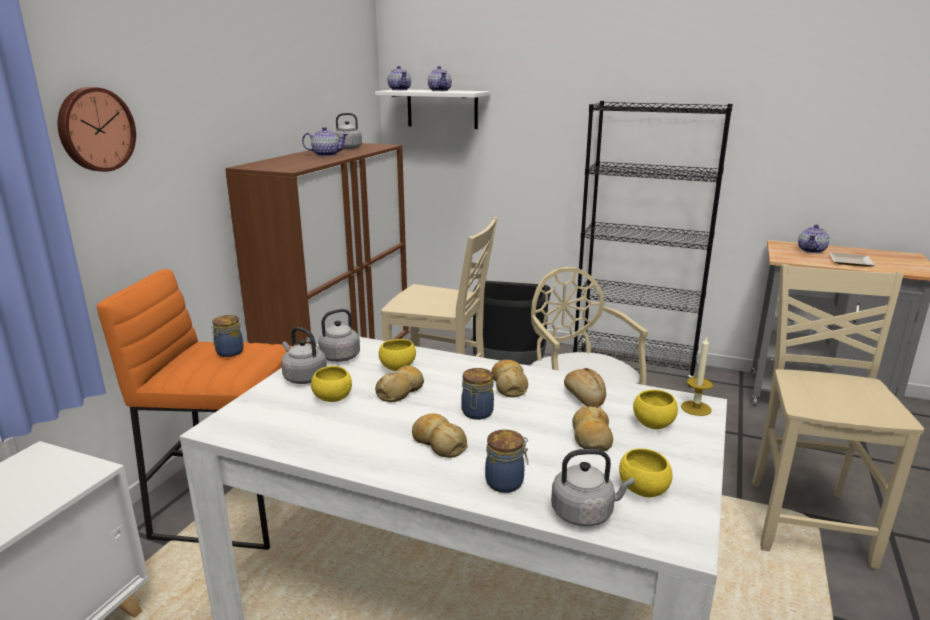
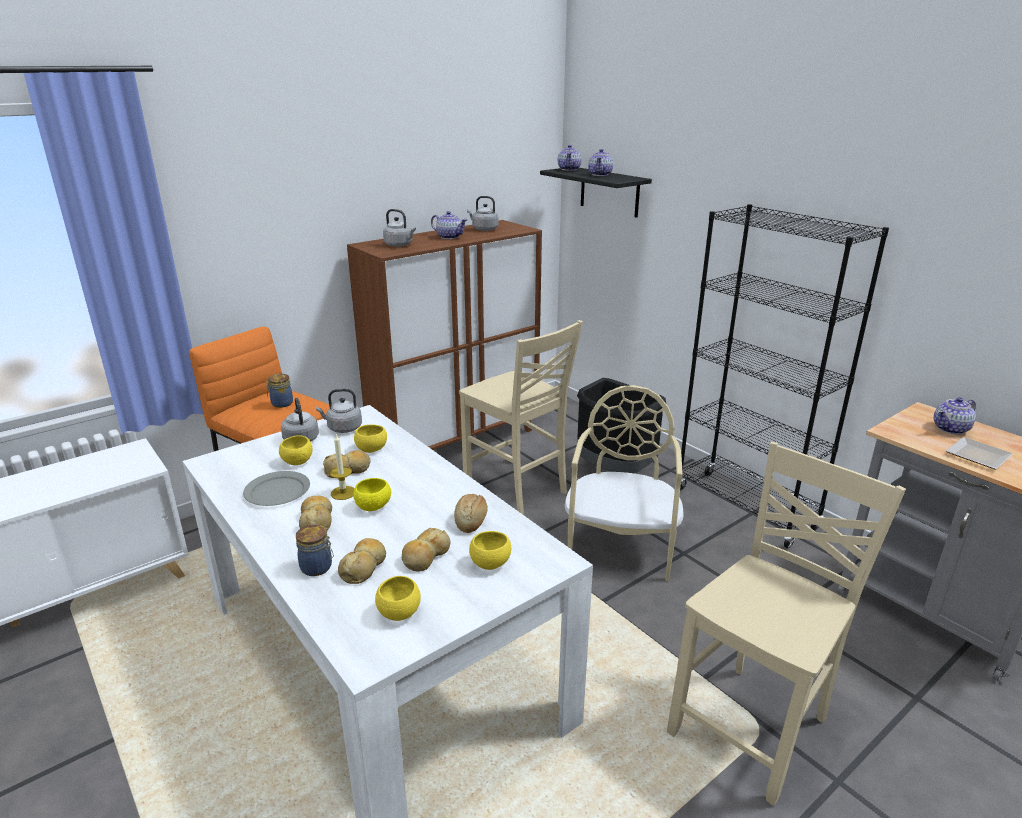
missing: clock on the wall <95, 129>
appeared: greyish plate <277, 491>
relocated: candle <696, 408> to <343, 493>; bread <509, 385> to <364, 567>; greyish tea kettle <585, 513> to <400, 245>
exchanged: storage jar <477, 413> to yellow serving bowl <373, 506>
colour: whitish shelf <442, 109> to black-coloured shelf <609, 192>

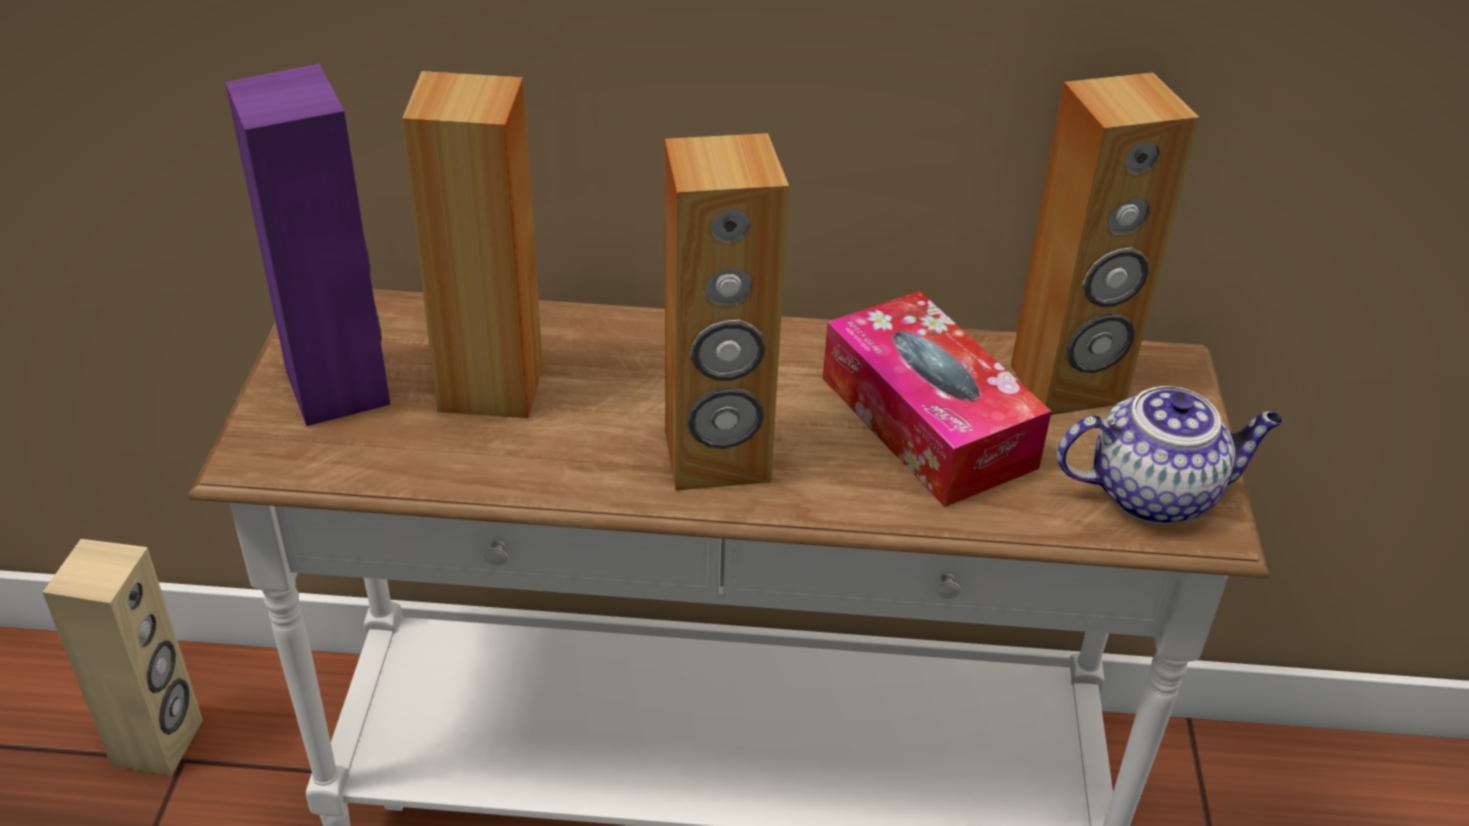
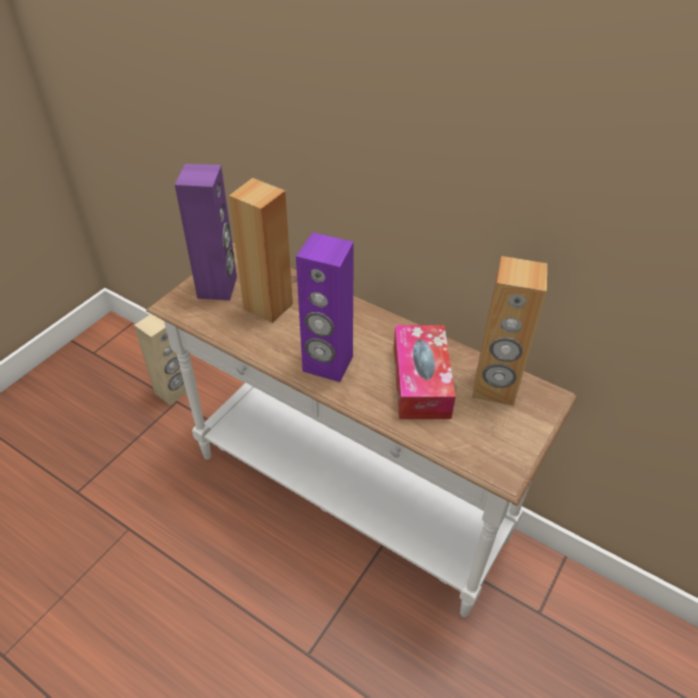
missing: tea pot <1155, 493>
colour: brown speaker <717, 458> to purple speaker <327, 364>

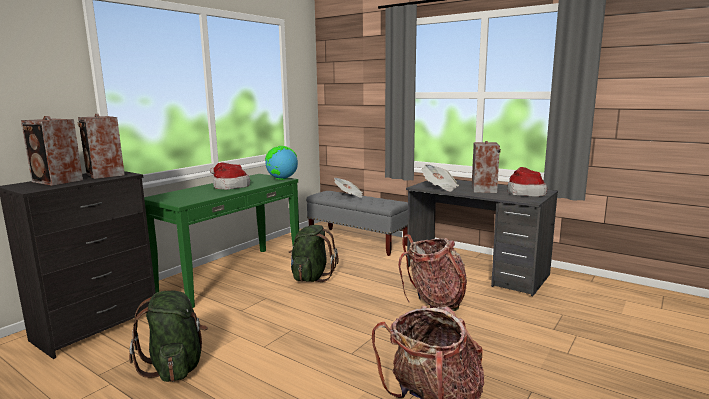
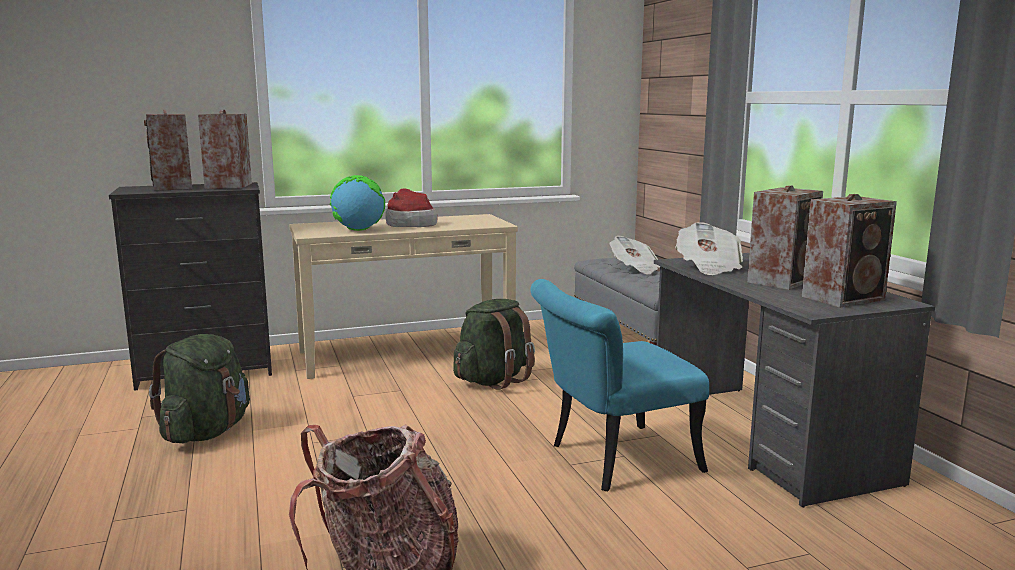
relocated: world globe <282, 179> to <358, 230>
exchanged: rucksack <434, 301> to turquoise-coloured upright chair <611, 460>; hat <524, 193> to speaker <845, 298>
colour: green hall table <231, 275> to sand-coloured hall table <406, 353>

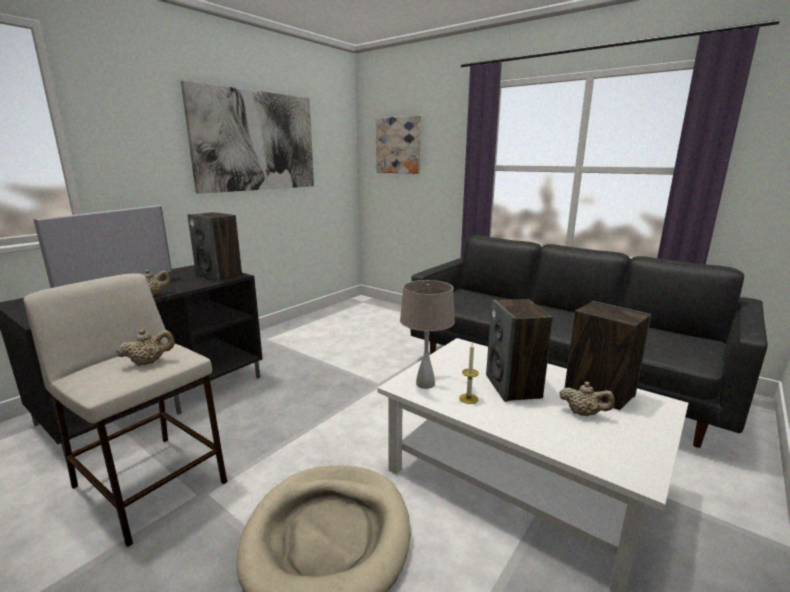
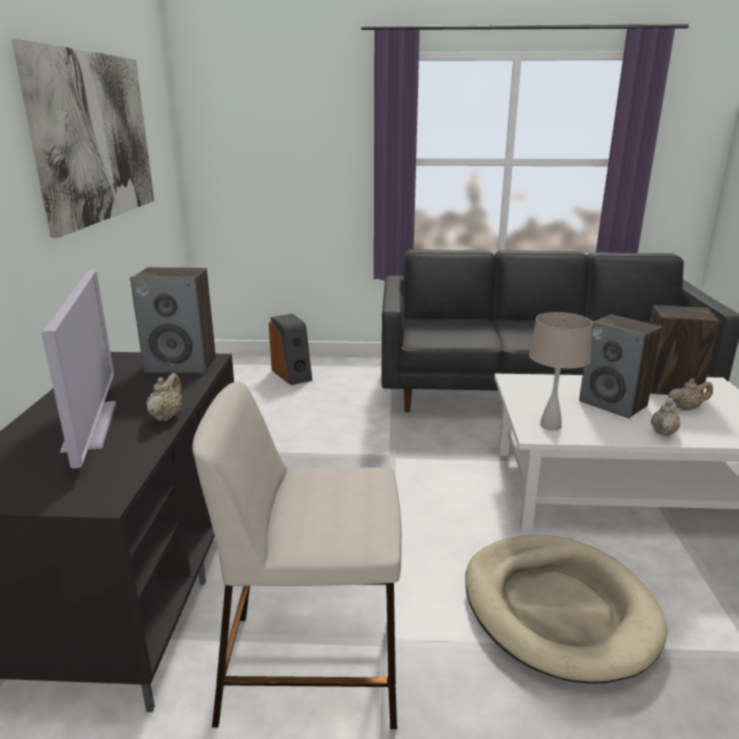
missing: wall picture <398, 145>; candle <468, 398>
appeared: speaker <292, 374>
relocated: sand-coloured tea pot <149, 362> to <663, 432>

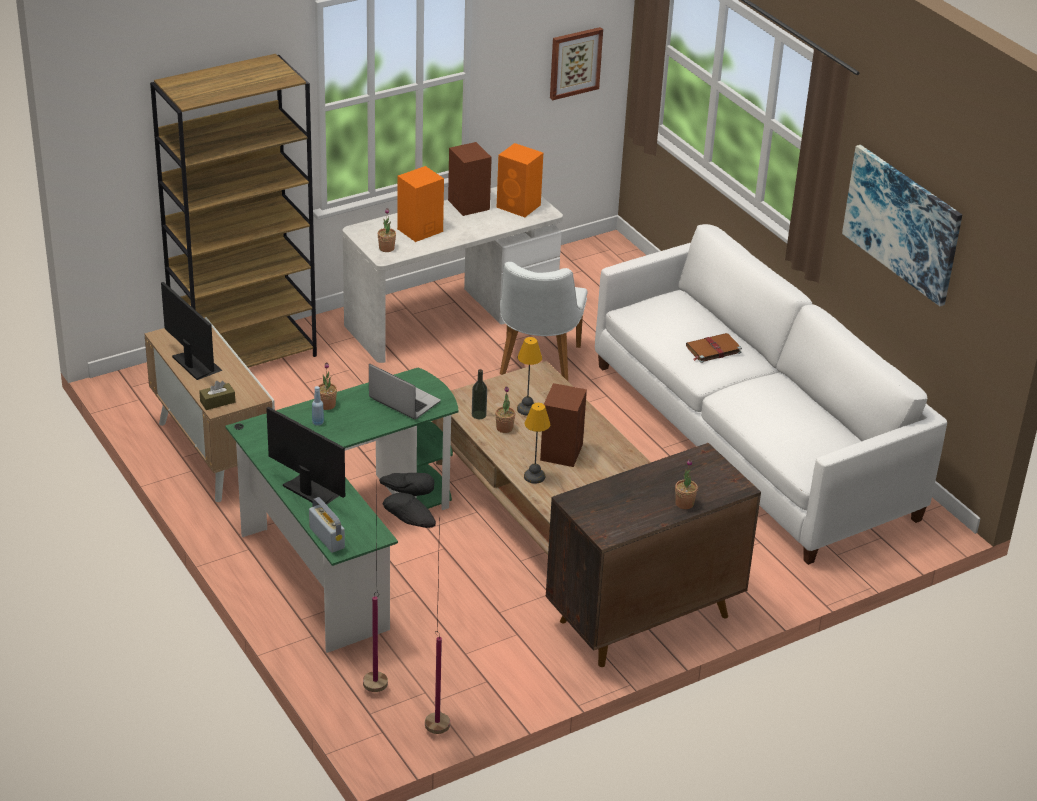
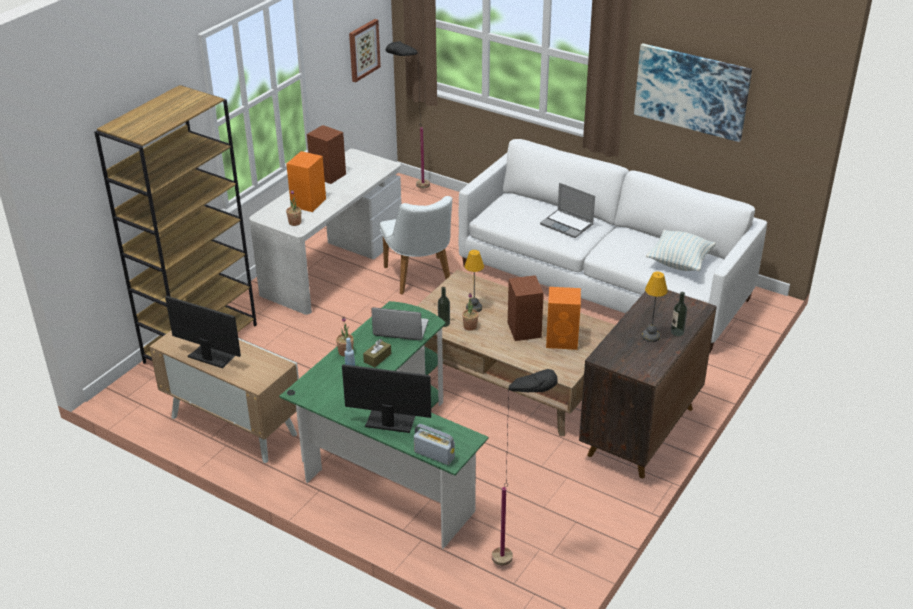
appeared: throw pillow <679, 263>
relocated: brown box of tissues <217, 402> to <377, 358>; black-coloured floor lamp <416, 724> to <411, 189>; orangey speaker <519, 206> to <563, 340>; tabletop lamp <535, 476> to <651, 336>
exchanged: brown book <712, 349> to notebook computer <567, 225>; plant in a pot <684, 503> to bottle <677, 332>

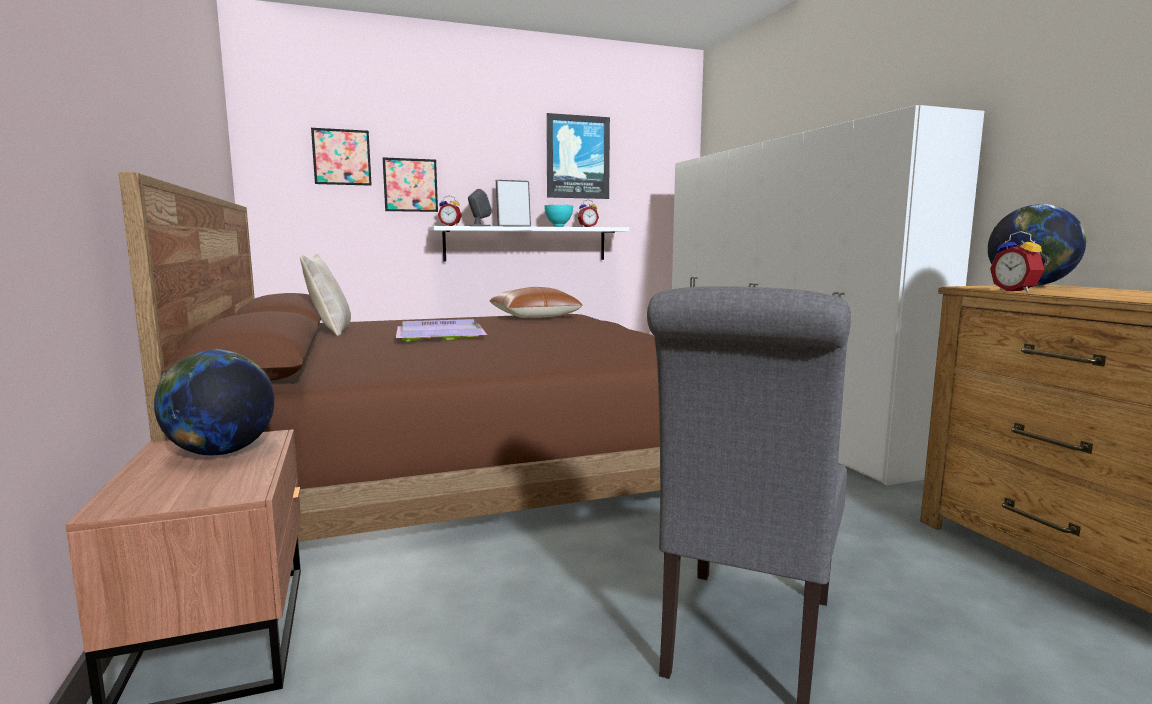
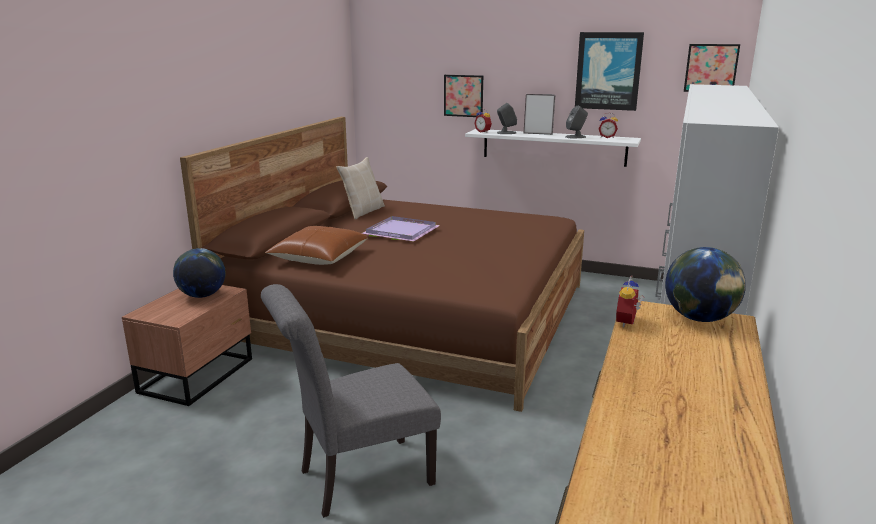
relocated: brown throw pillow <534, 316> to <319, 257>; wall picture <341, 157> to <711, 68>
exchanged: turquoise-coloured serving bowl <559, 226> to greyish speaker <575, 137>

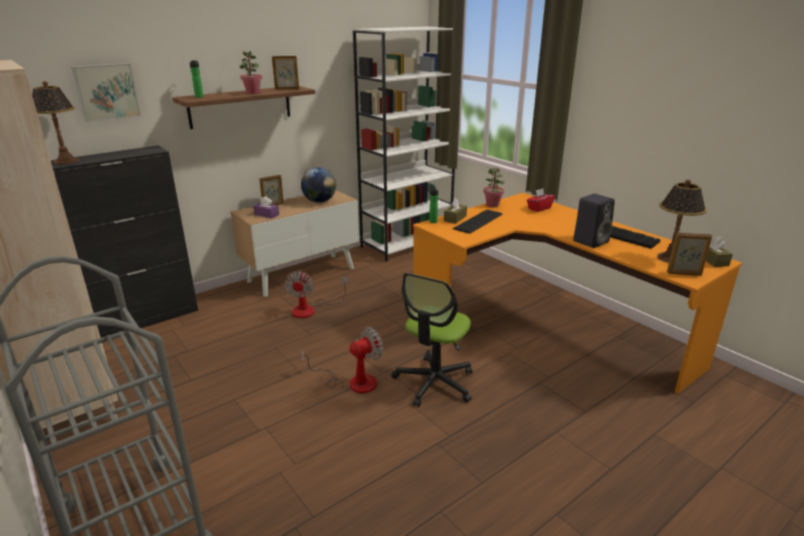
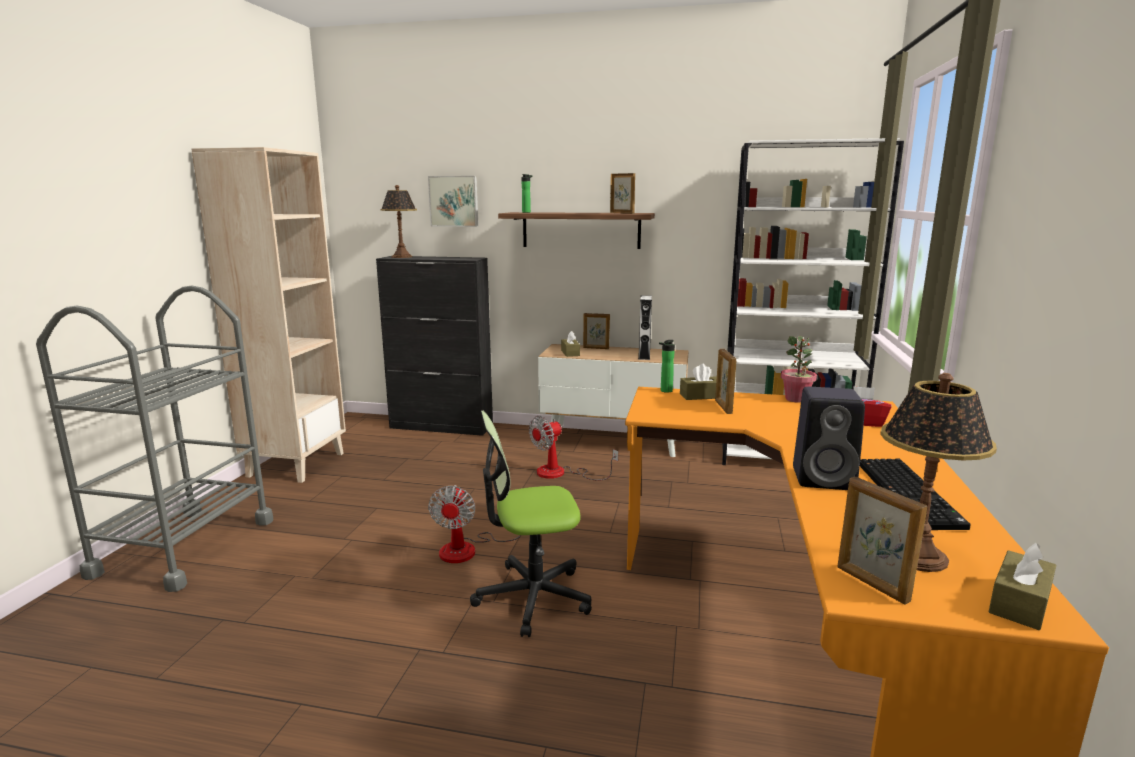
missing: plant in a pot <252, 93>
exchanged: world globe <319, 201> to greyish speaker <644, 356>; keyboard <479, 221> to standing frame <723, 407>
colour: purple box of tissues <266, 214> to brown box of tissues <570, 353>
spun: electric fan <353, 382> = <470, 549> 75 degrees clockwise

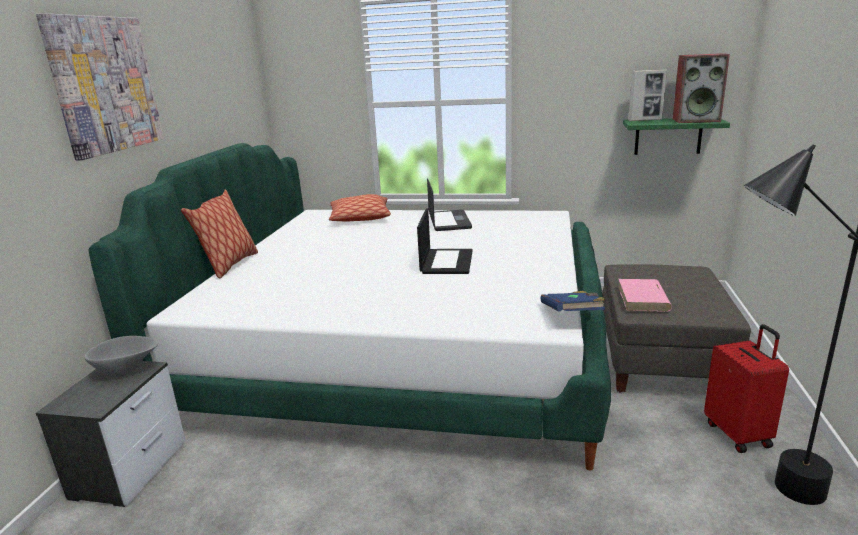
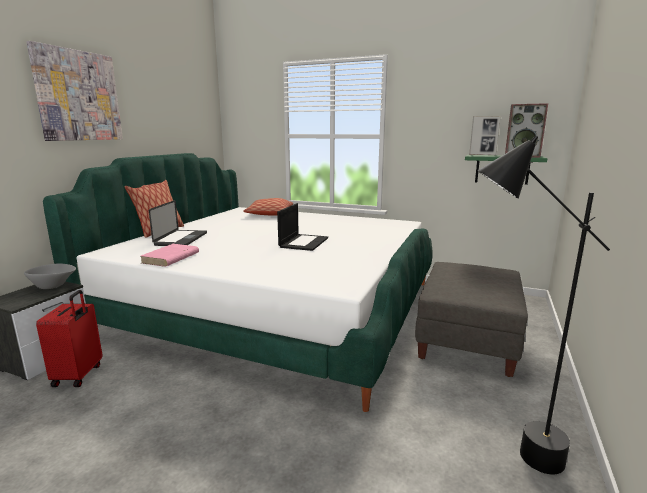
missing: bluish book <572, 315>
relocated: reddish travel case <739, 434> to <79, 375>; pinkish book <643, 299> to <170, 258>; notebook computer <449, 221> to <181, 239>

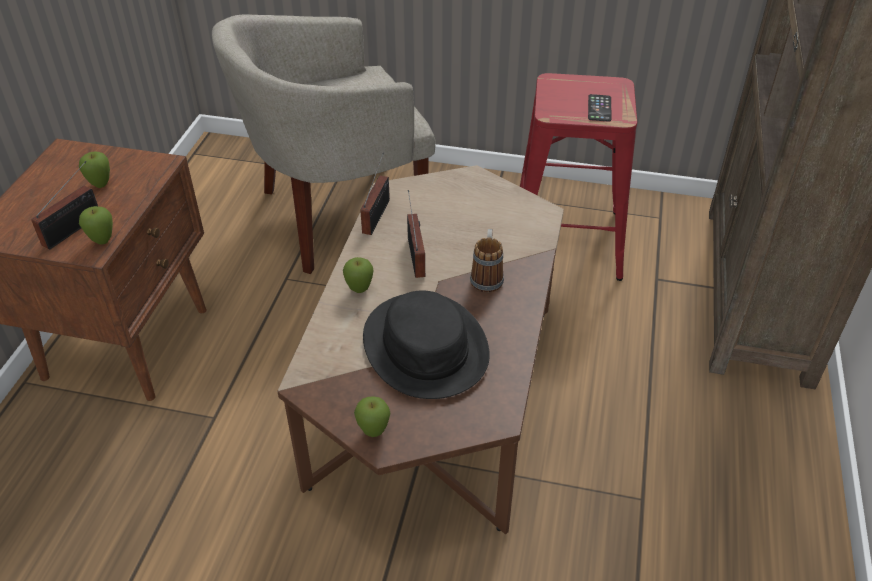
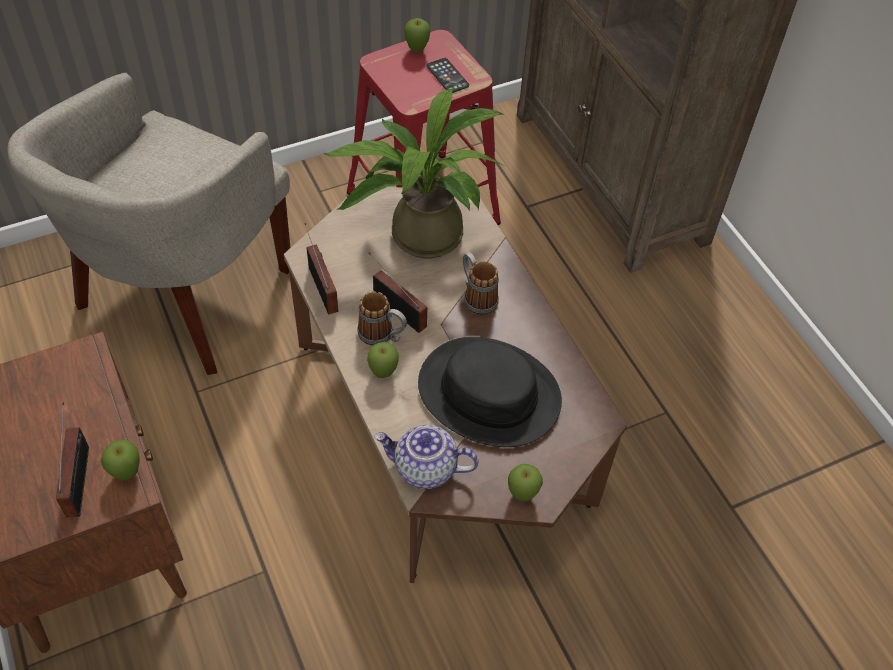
appeared: plant in a pot <417, 233>; mug <382, 336>; tea pot <424, 469>
relocated: whole apple <101, 185> to <417, 50>

